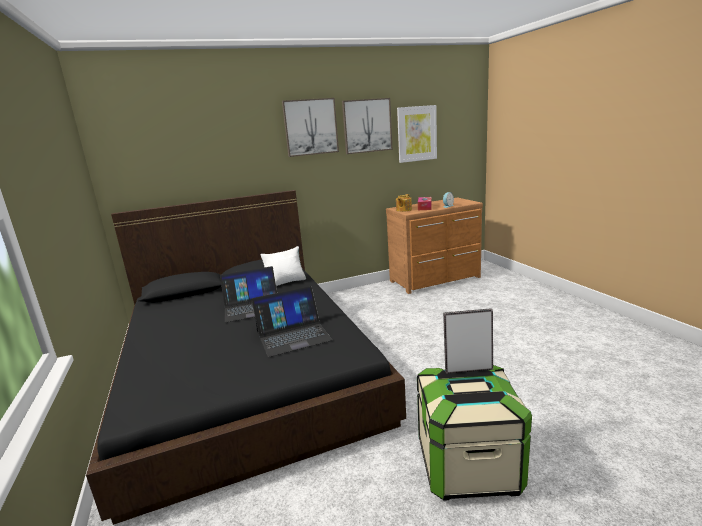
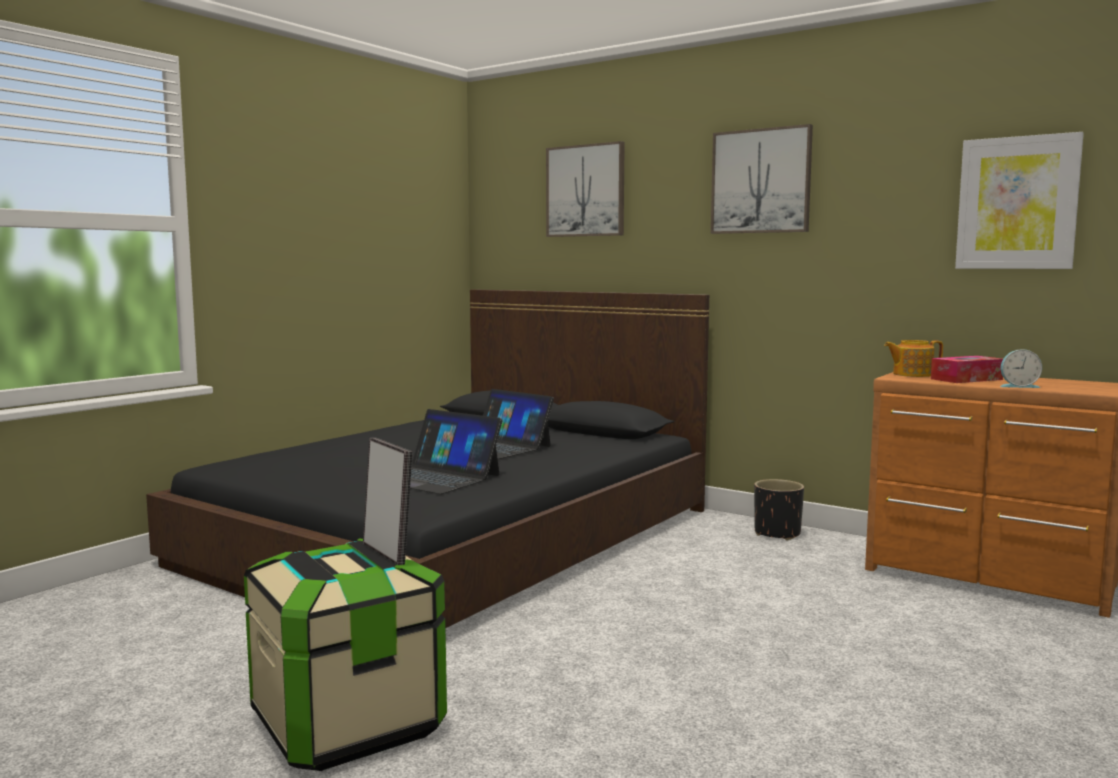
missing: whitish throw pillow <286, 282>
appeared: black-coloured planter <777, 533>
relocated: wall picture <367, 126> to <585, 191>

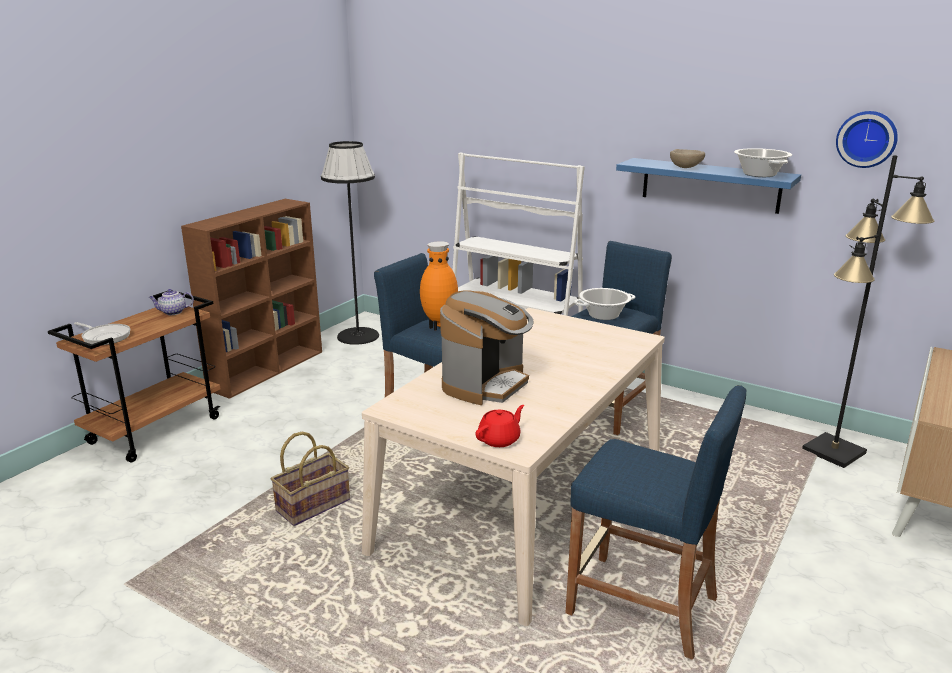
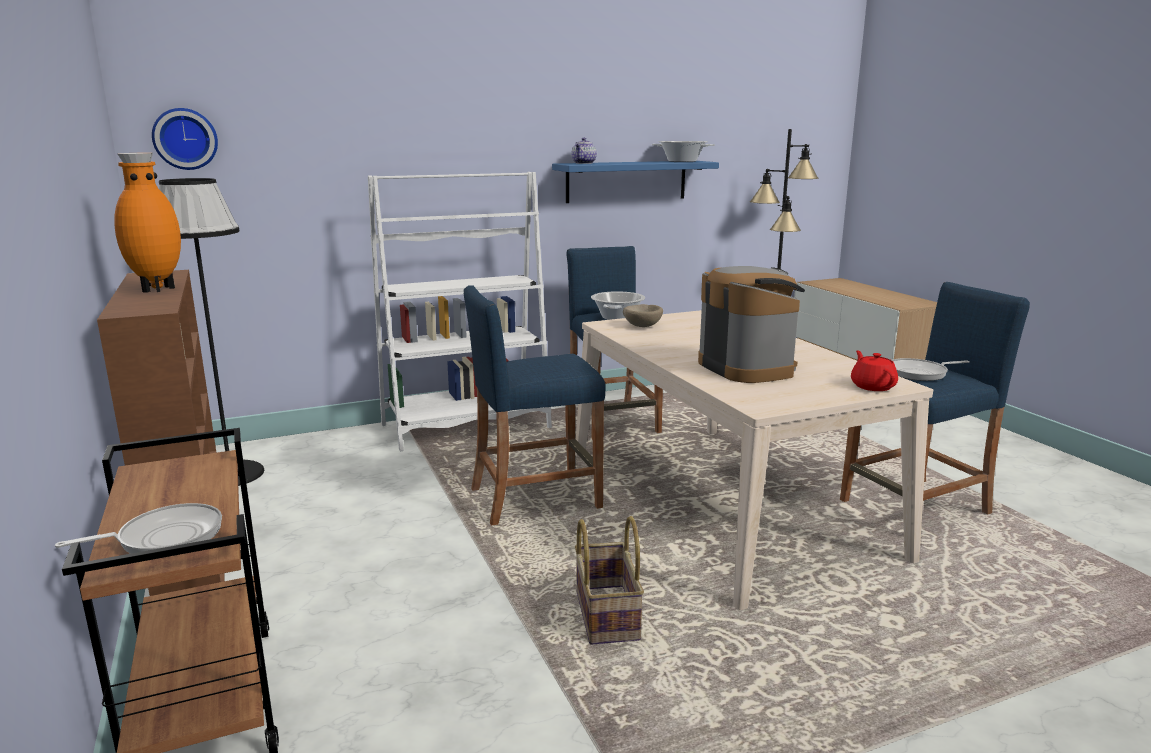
appeared: skillet <920, 373>
relocated: orangey decorative vase <439, 326> to <156, 289>; clock on the wall <866, 139> to <185, 139>; tea pot <172, 312> to <584, 163>; sand-coloured serving bowl <686, 168> to <643, 326>

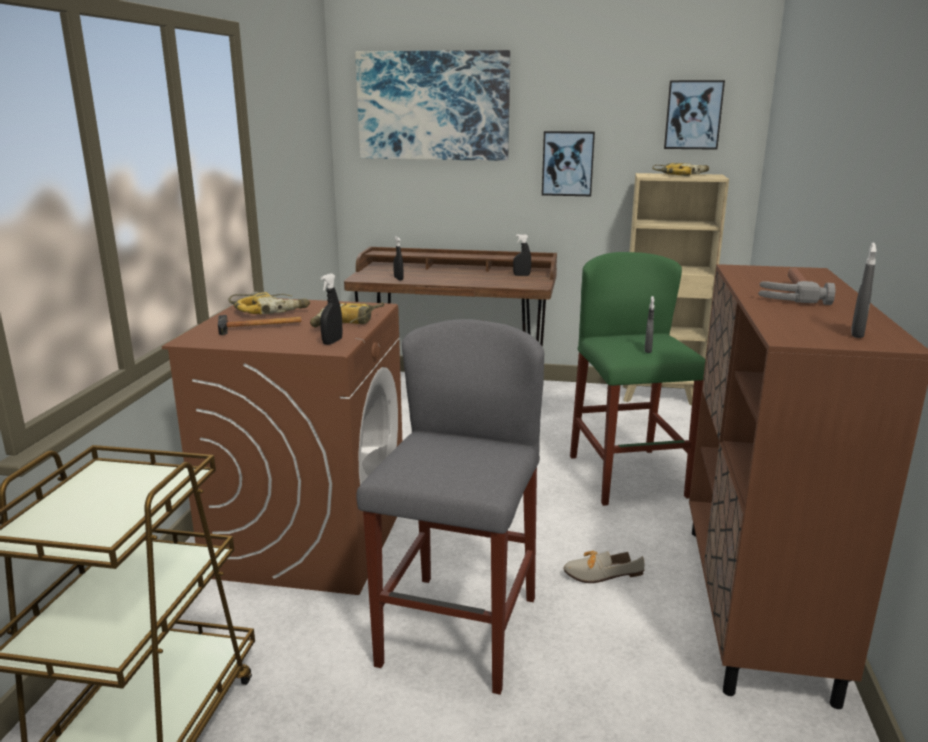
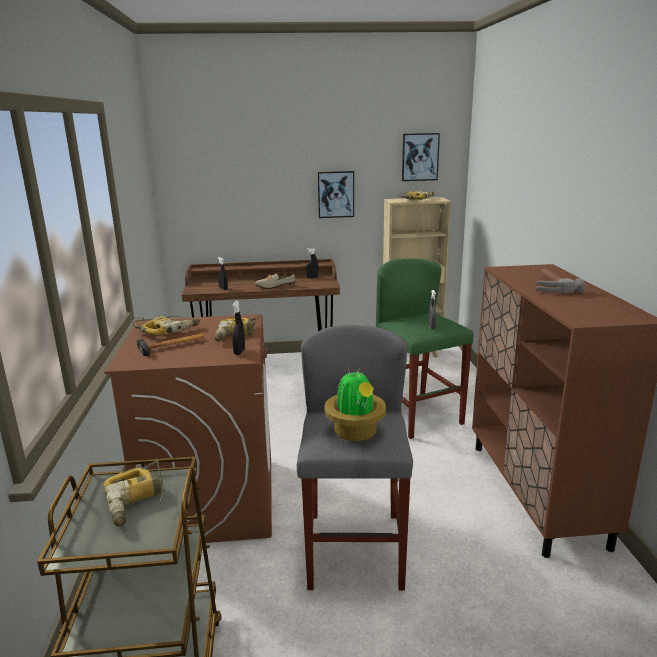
missing: wall picture <433, 106>; greyish hand sprayer <857, 334>
appeared: drill <138, 500>; plant in a pot <356, 433>
relocated: low shoe <597, 574> to <272, 286>

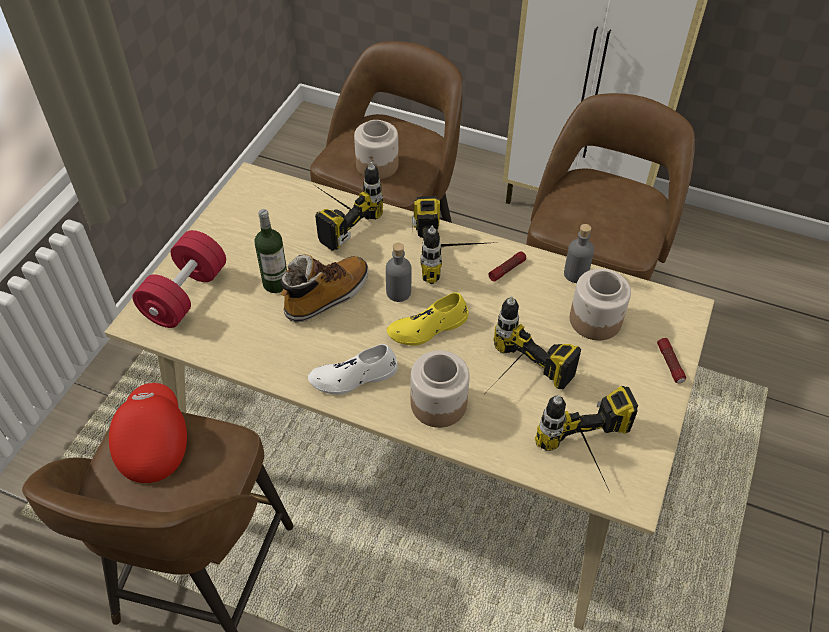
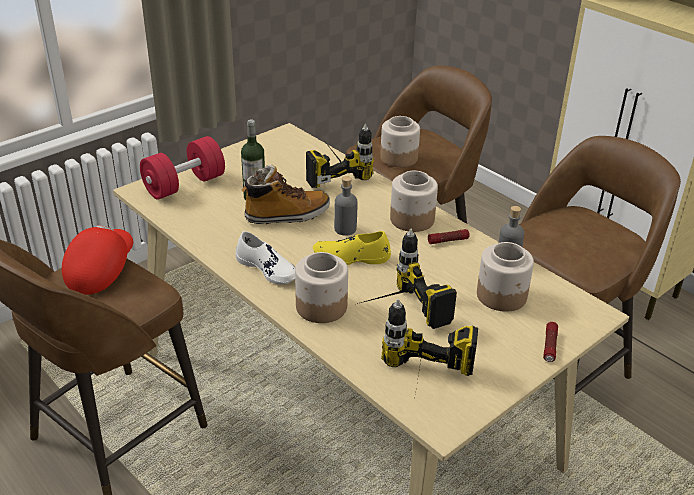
exchanged: drill <456, 255> to storage jar <411, 219>
spun: whitish low shoe <353, 377> = <268, 269> 150 degrees counterclockwise

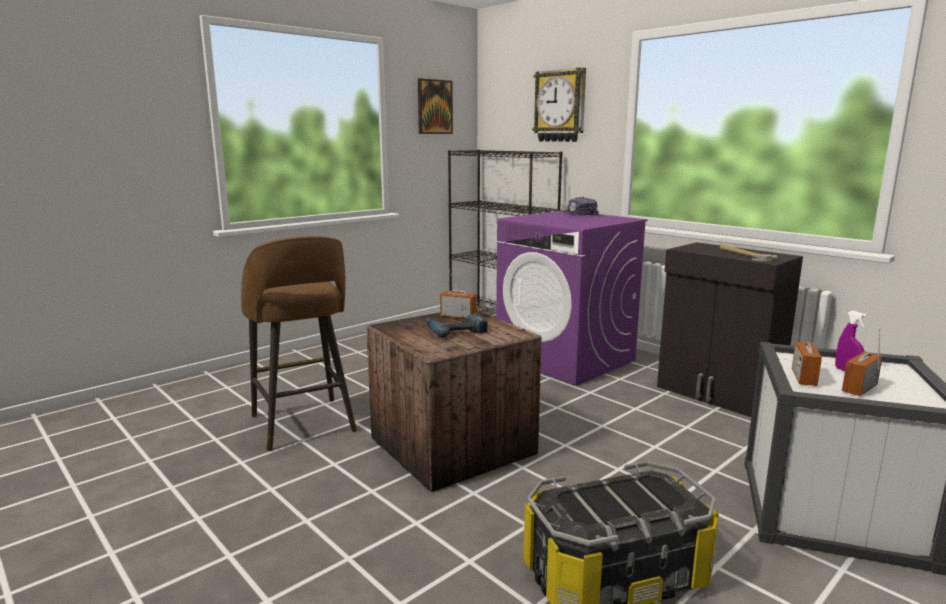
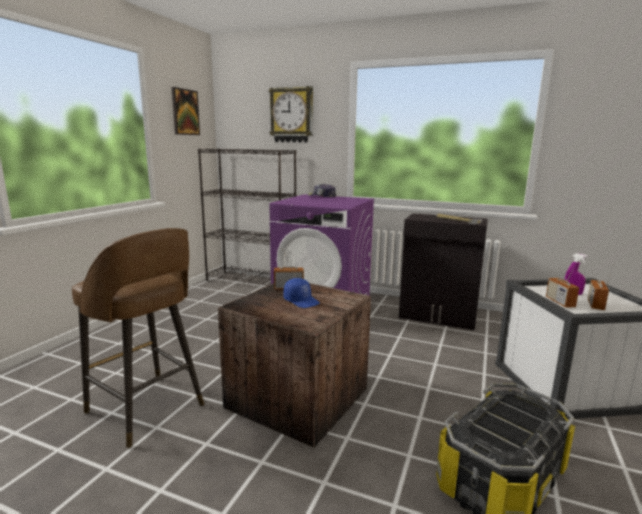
exchanged: drill <455, 330> to bluish peaked cap <302, 301>

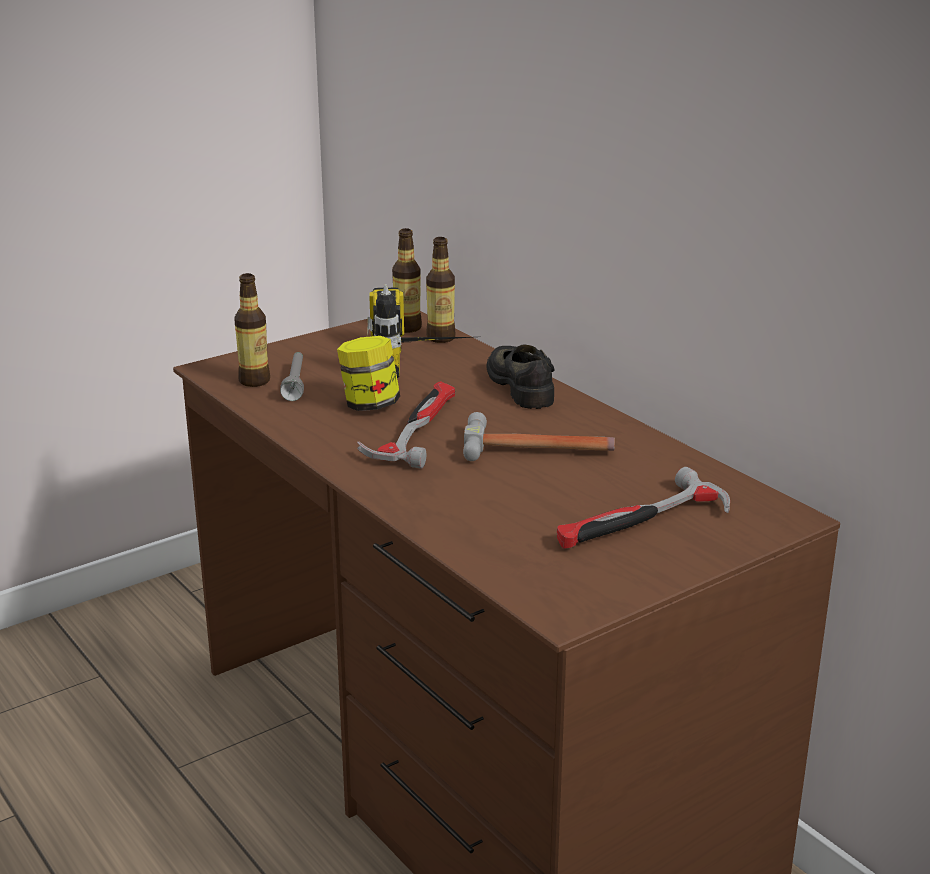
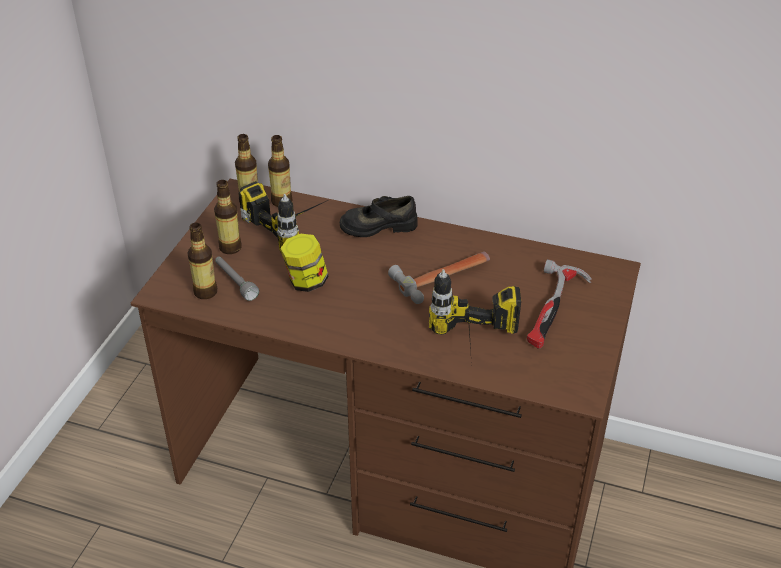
missing: hammer <414, 429>
appeared: bottle <230, 248>; drill <473, 351>
spun: black-coloured low shoe <522, 386> = <378, 226> 45 degrees counterclockwise

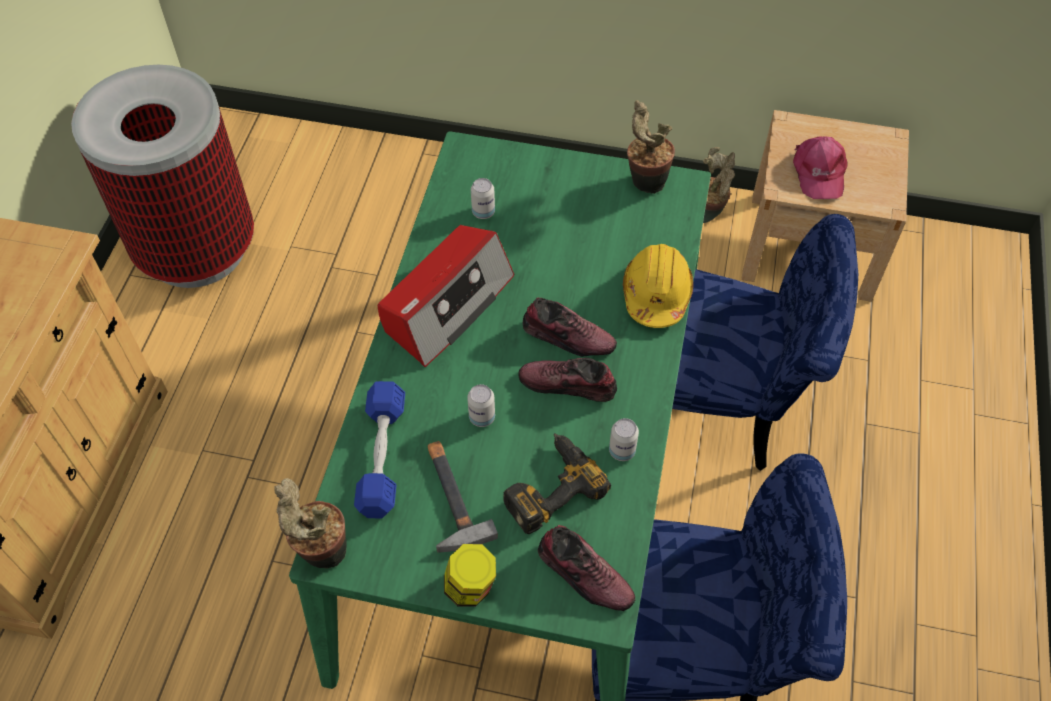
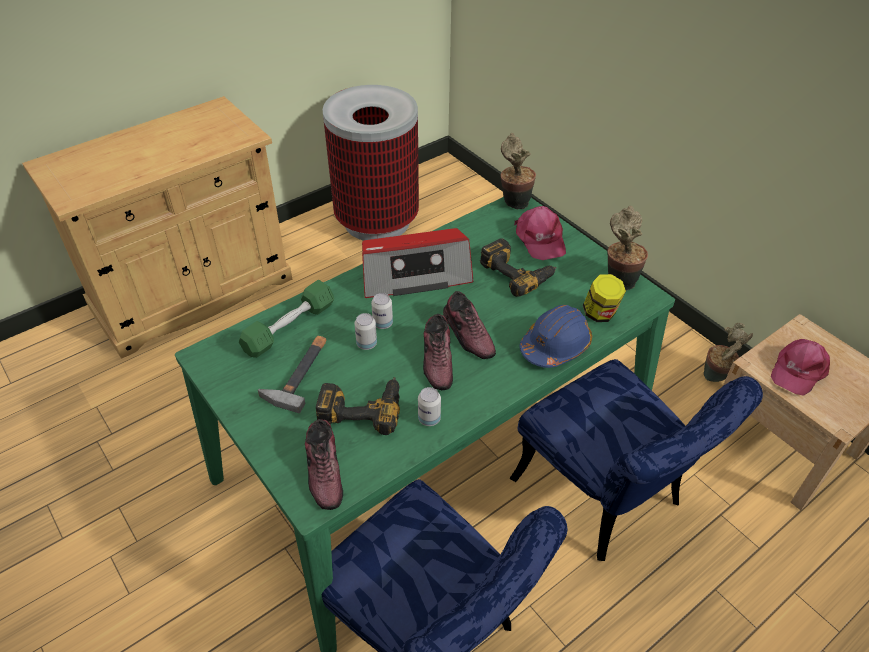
appeared: drill <518, 272>; pinkish peaked cap <540, 239>
relocated: metal can <483, 212> to <382, 323>; plant in a pot <321, 553> to <513, 202>; storage jar <470, 588> to <600, 314>
colour: bluish dumbbell <382, 456> to green dumbbell <289, 327>; yellow safety helmet <656, 294> to bluish safety helmet <555, 346>
spun: low shoe <568, 385> = <438, 360> 150 degrees counterclockwise

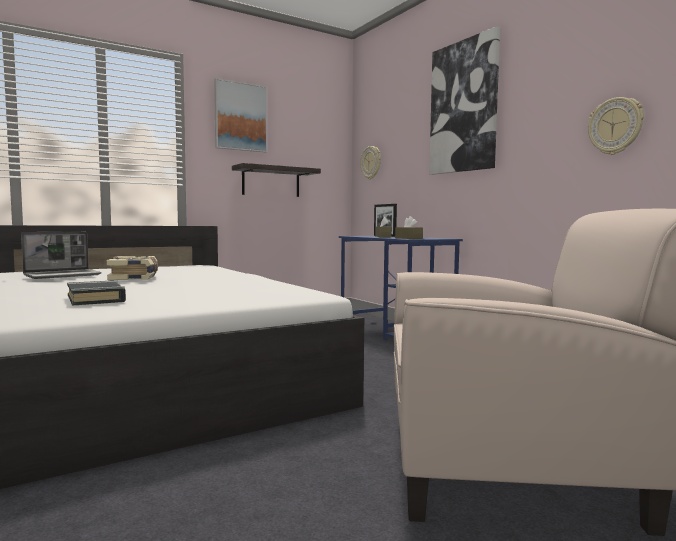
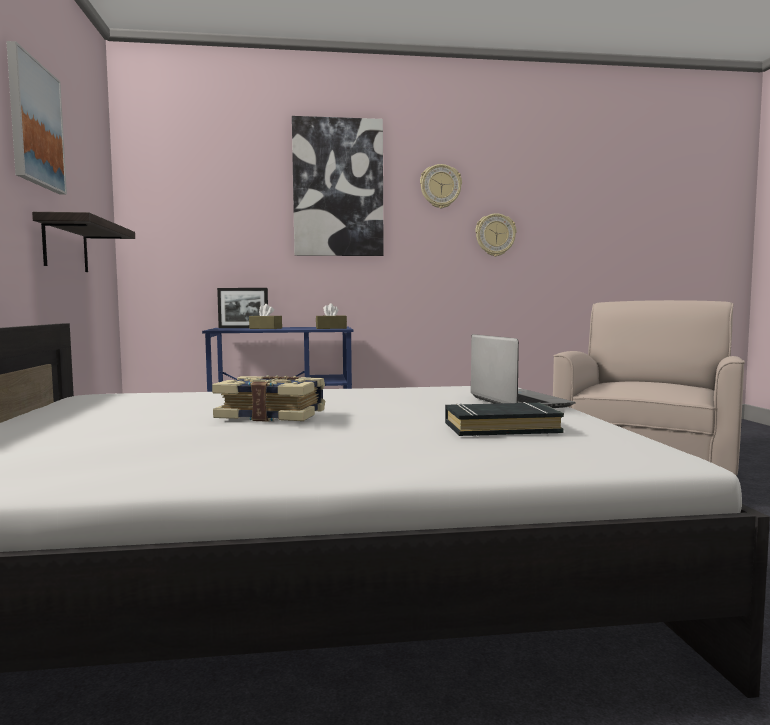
relocated: clock on the wall <371, 162> to <440, 186>; notebook computer <63, 275> to <517, 402>

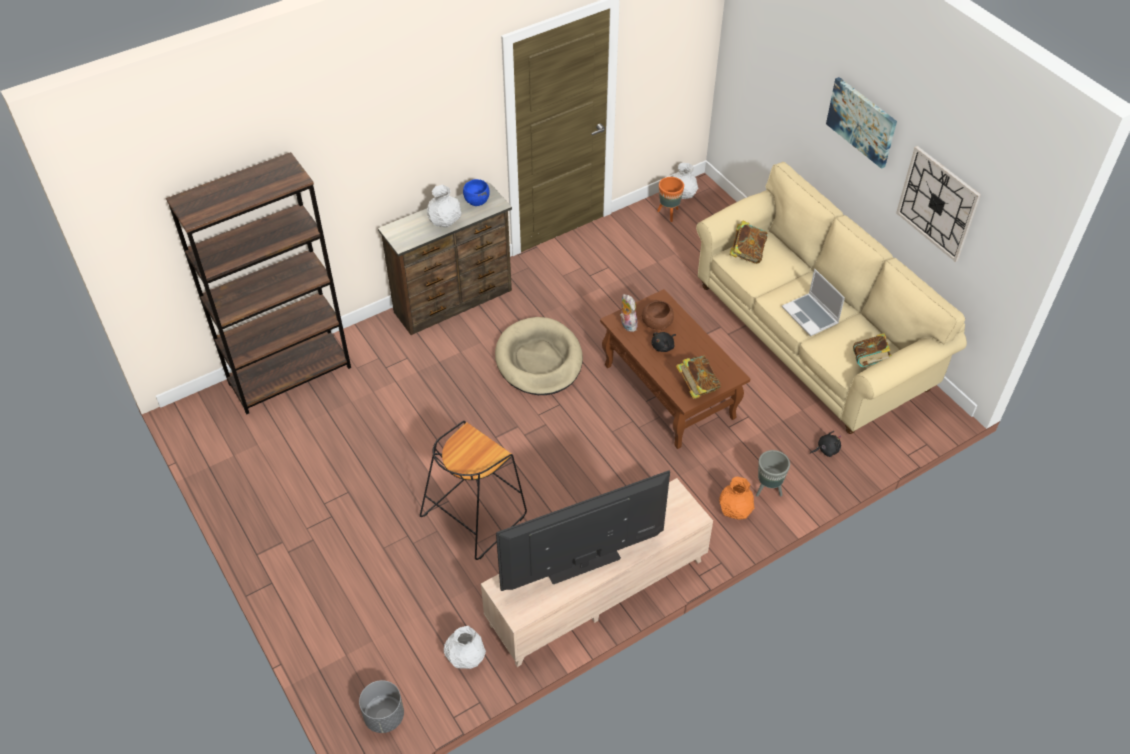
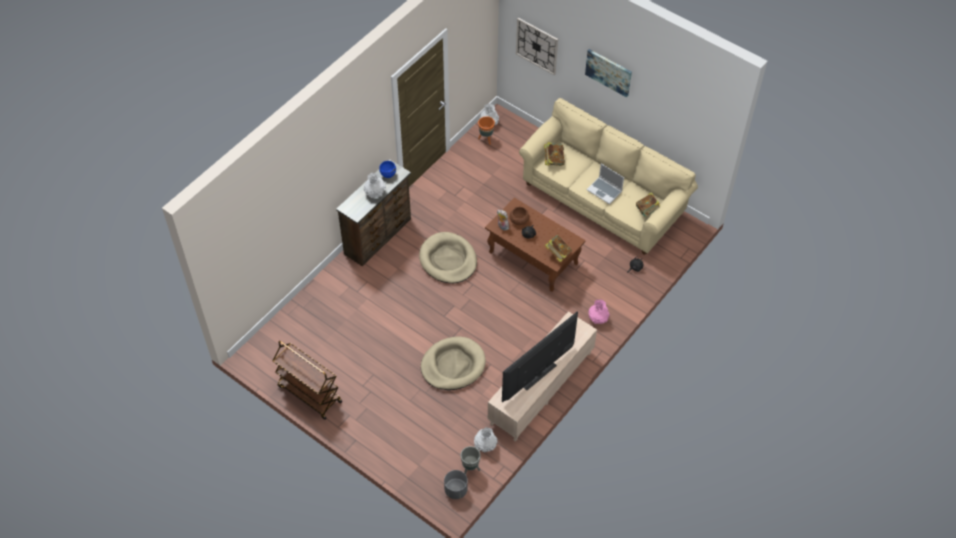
missing: brown bookcase <290, 375>
appeared: brown cart <309, 394>
relocated: greyish planter <768, 490> to <470, 469>; clock on the wall <938, 203> to <537, 46>
exchanged: black-coloured sitting stool <474, 514> to sand-coloured pet bed <453, 365>
colour: orangey decorative vase <735, 511> to pinkish decorative vase <598, 319>

